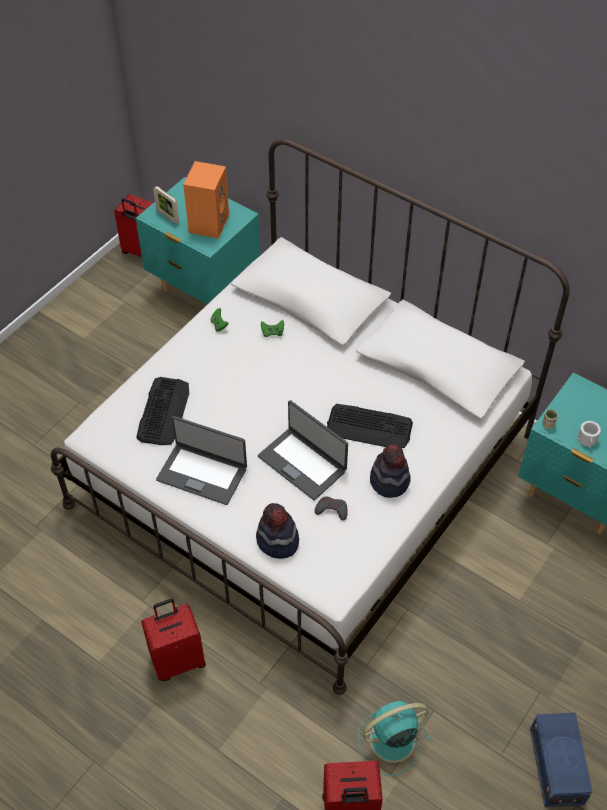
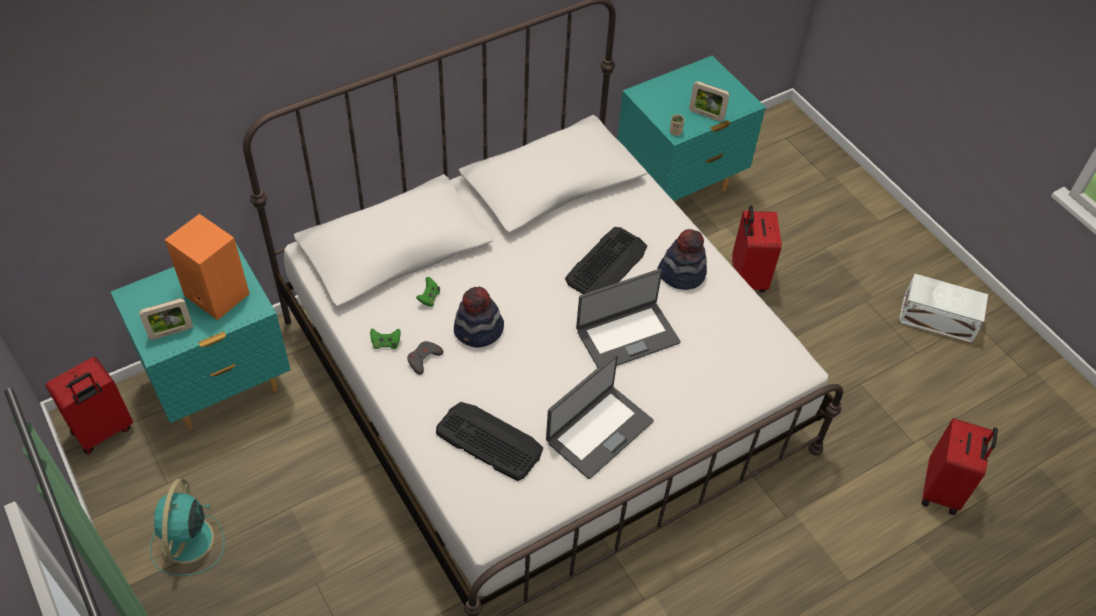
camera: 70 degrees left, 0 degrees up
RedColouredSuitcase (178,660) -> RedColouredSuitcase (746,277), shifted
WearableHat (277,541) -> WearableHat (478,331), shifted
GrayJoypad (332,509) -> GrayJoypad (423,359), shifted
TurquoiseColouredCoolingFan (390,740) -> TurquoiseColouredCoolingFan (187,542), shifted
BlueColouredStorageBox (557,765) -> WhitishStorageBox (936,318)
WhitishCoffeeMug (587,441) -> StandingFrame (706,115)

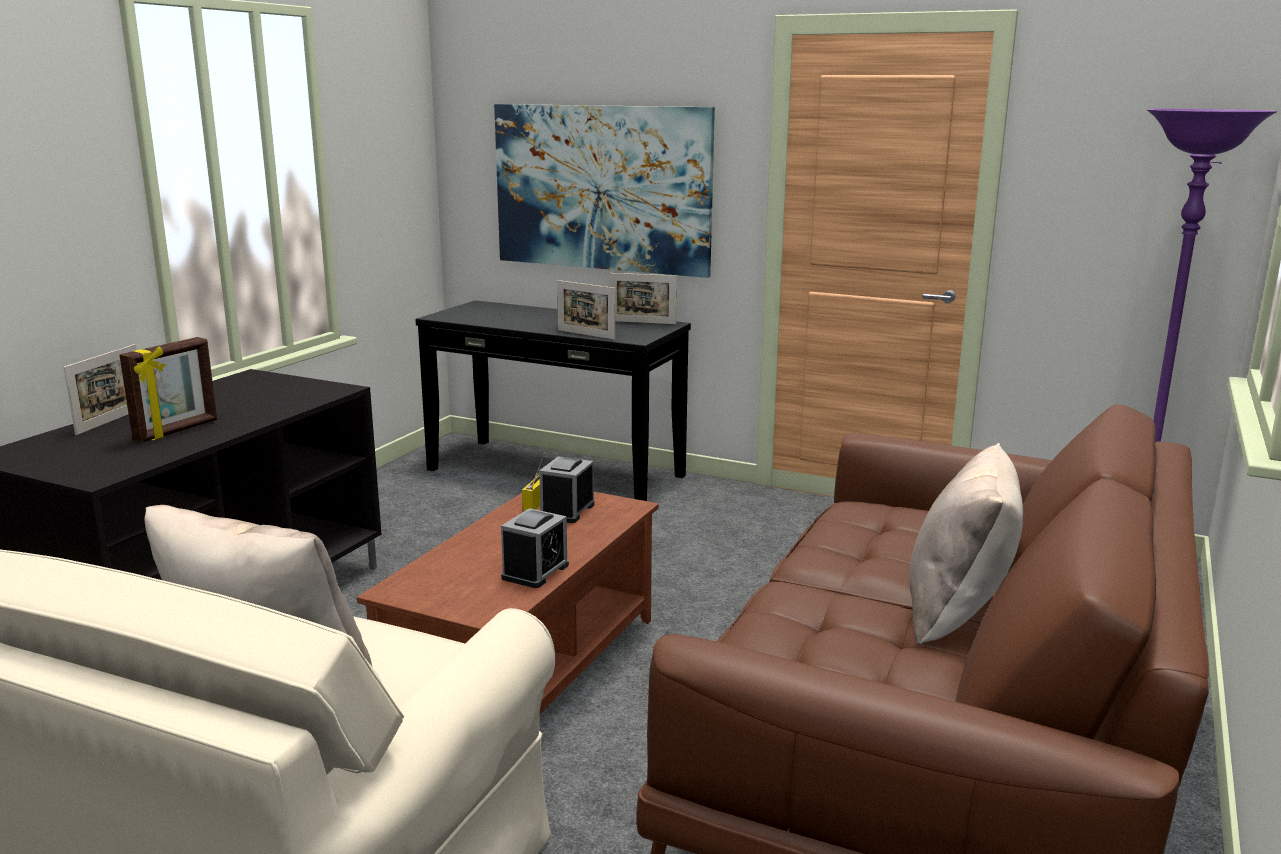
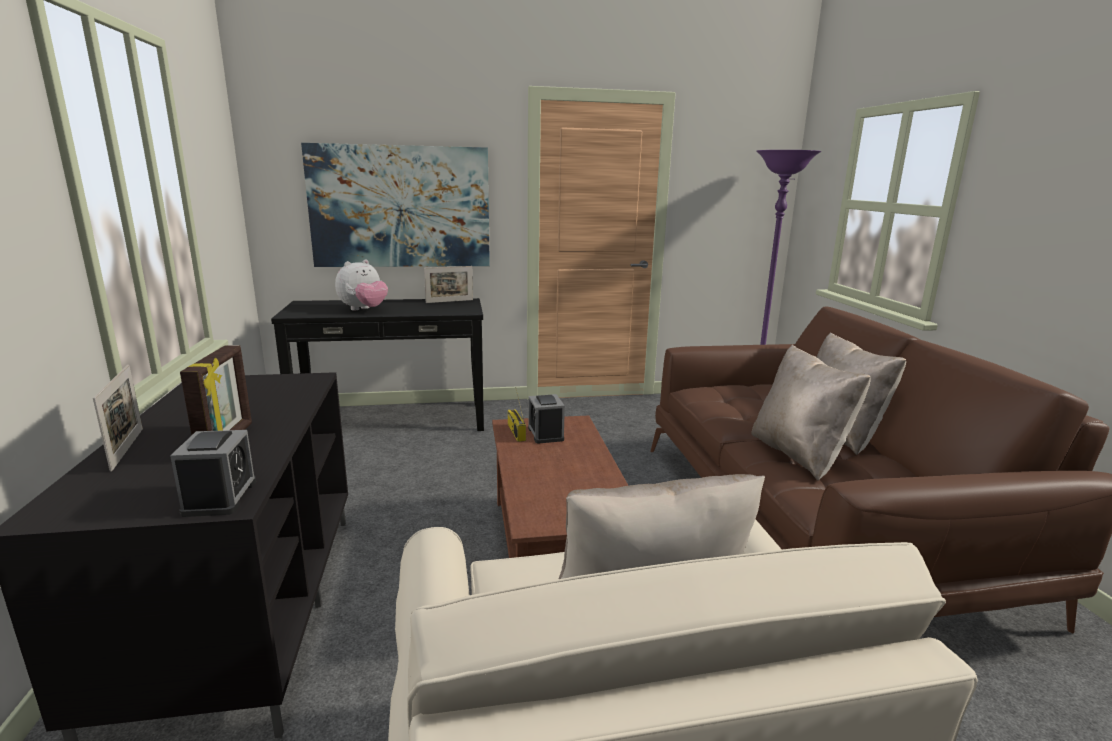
camera: 35 degrees left, 0 degrees up
TableClock (535,571) -> TableClock (220,497), shifted
StandingFrame (585,334) -> none
none -> PlushToy (364,310)
none -> SandColouredCushion (799,454)

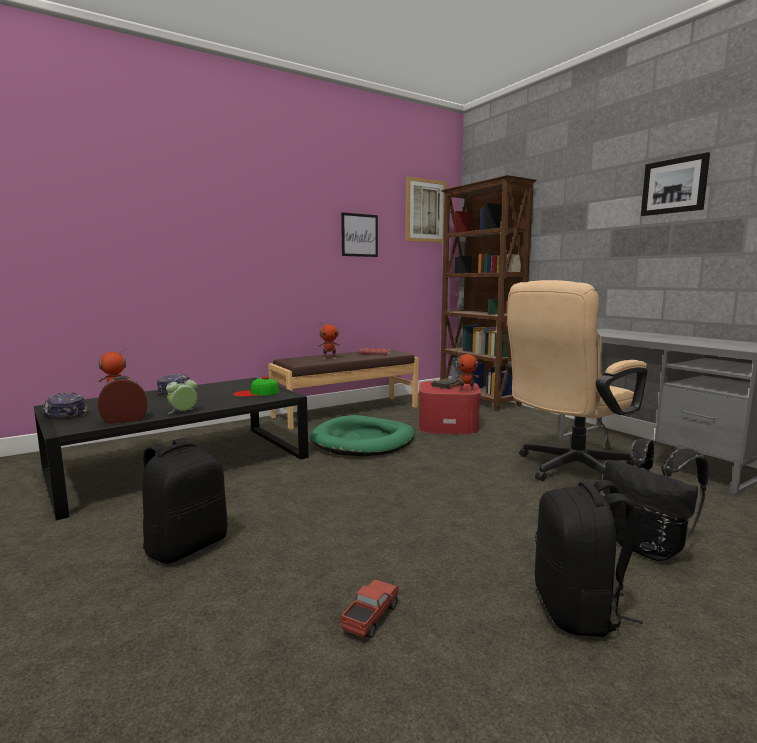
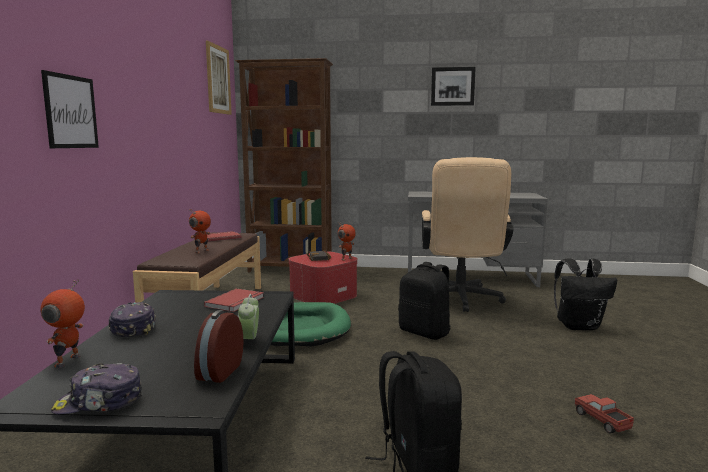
camera: 50 degrees left, 0 degrees up
Cap (256,393) -> RedColouredVolume (236,302)
WallPicture (359,235) -> WallPicture (71,112), shifted
BlackColouredRucksack (578,610) -> BlackColouredRucksack (425,332), shifted

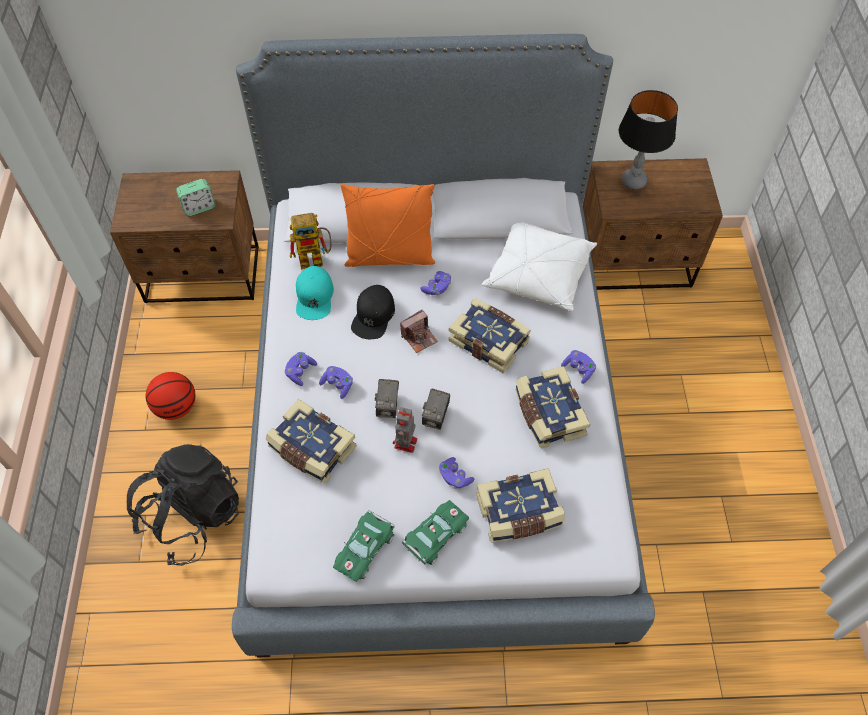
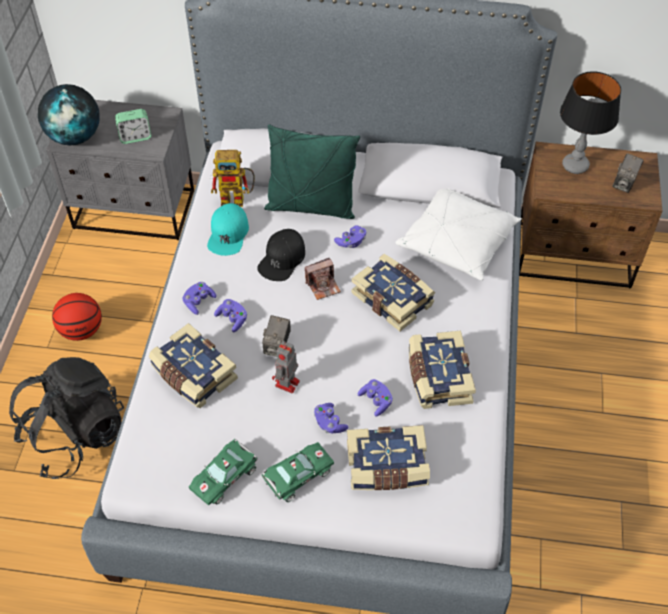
camera: 10 degrees right, 5 degrees down
BrownColouredNightstand (203,275) -> GrayNightstand (134,210)
OrangeyCushion (390,257) -> GreenishCushion (311,206)
StillCamera (435,417) -> StillCamera (624,183), shifted
PurpleColouredJoypad (578,369) -> PurpleColouredJoypad (376,401), shifted
none -> WorldGlobe (75,137)

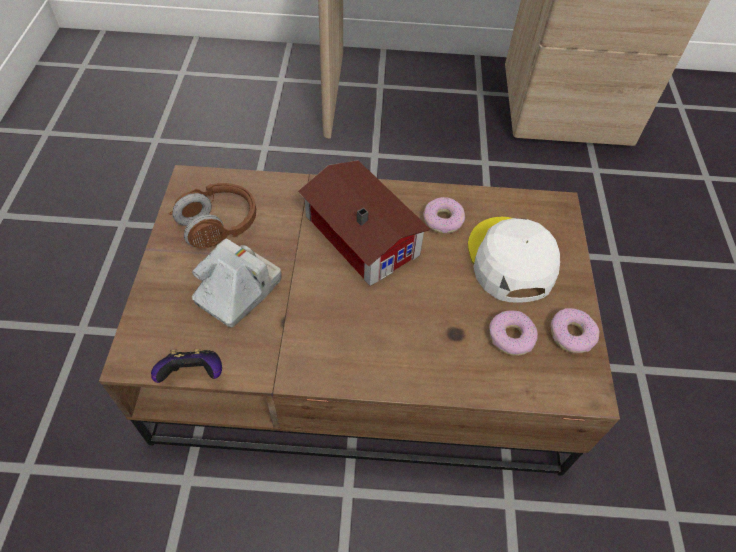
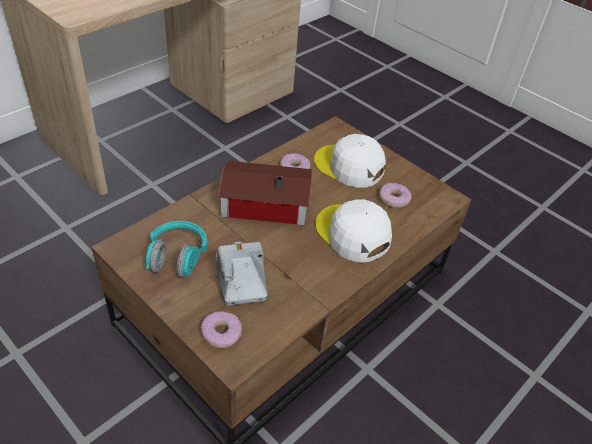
camera: 50 degrees left, 10 degrees down
Joypad (193,374) -> none
BrownColouredPairOfHeadphones (218,226) -> TurquoiseColouredPairOfHeadphones (177,258)
RingDoughnut (571,334) -> RingDoughnut (221,333), shifted
none -> WhitishCap (352,234)

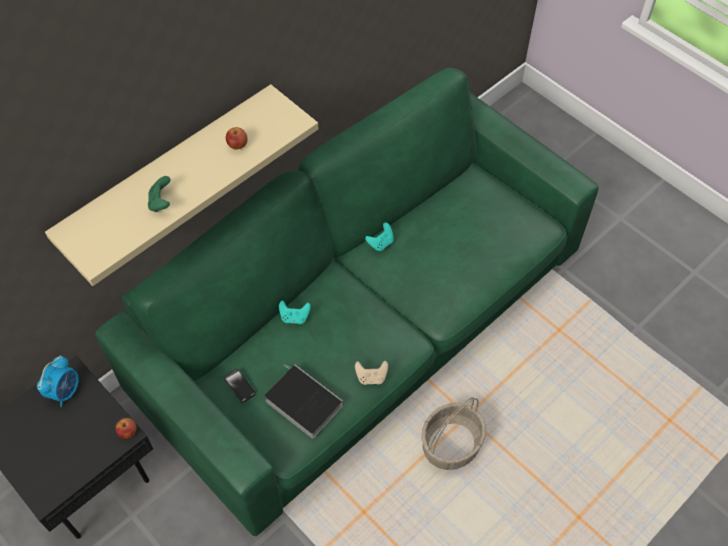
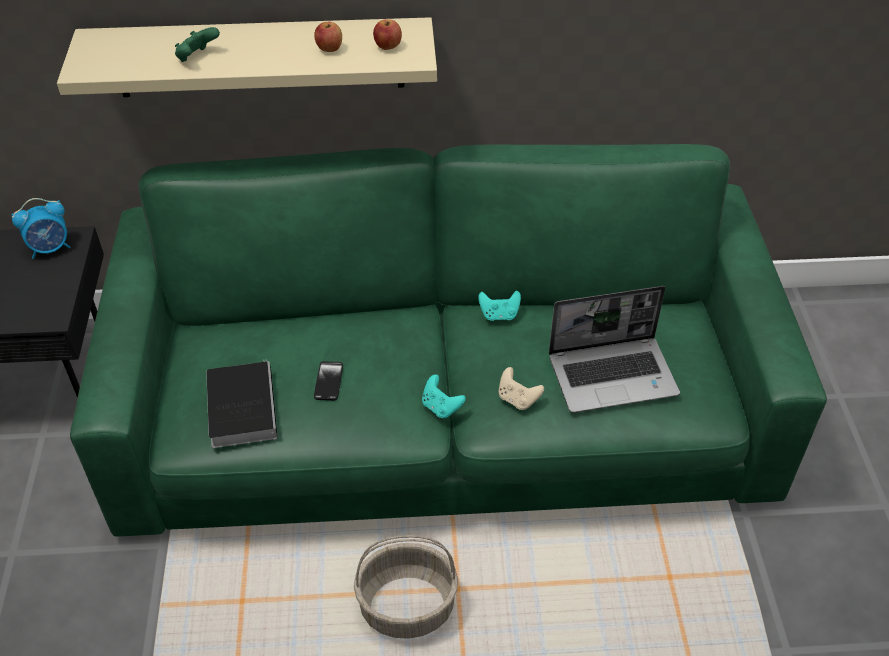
camera: 40 degrees right, 10 degrees down
WholeApple (128,432) -> WholeApple (388,47), shifted
Handset (239,386) -> Handset (328,381), shifted
TurquoiseColouredJoypad (294,317) -> TurquoiseColouredJoypad (441,407), shifted
SandColouredJoypad (371,377) -> SandColouredJoypad (517,399), shifted
none -> PortableComputer (613,375)

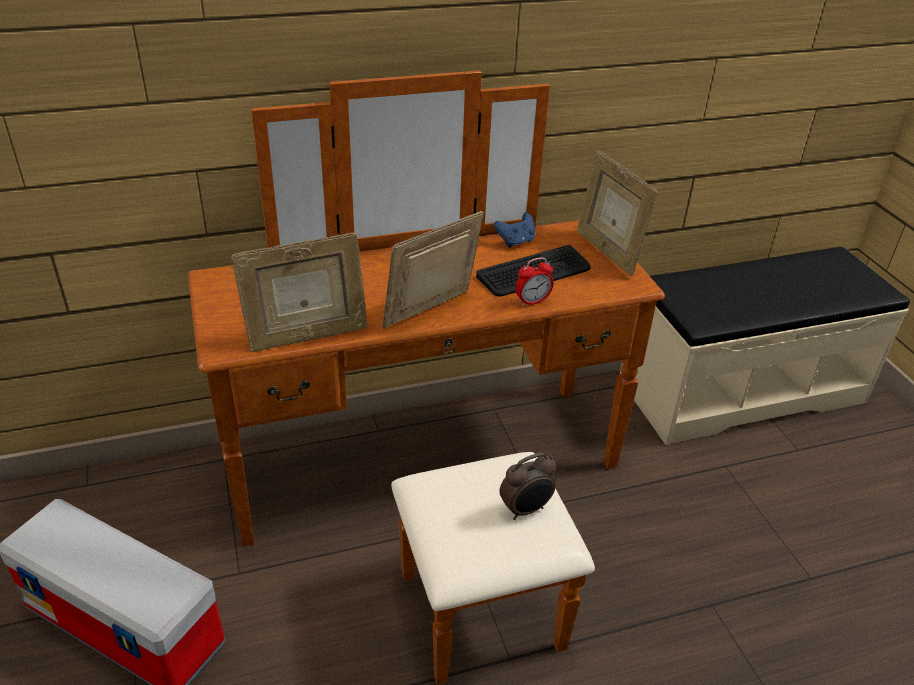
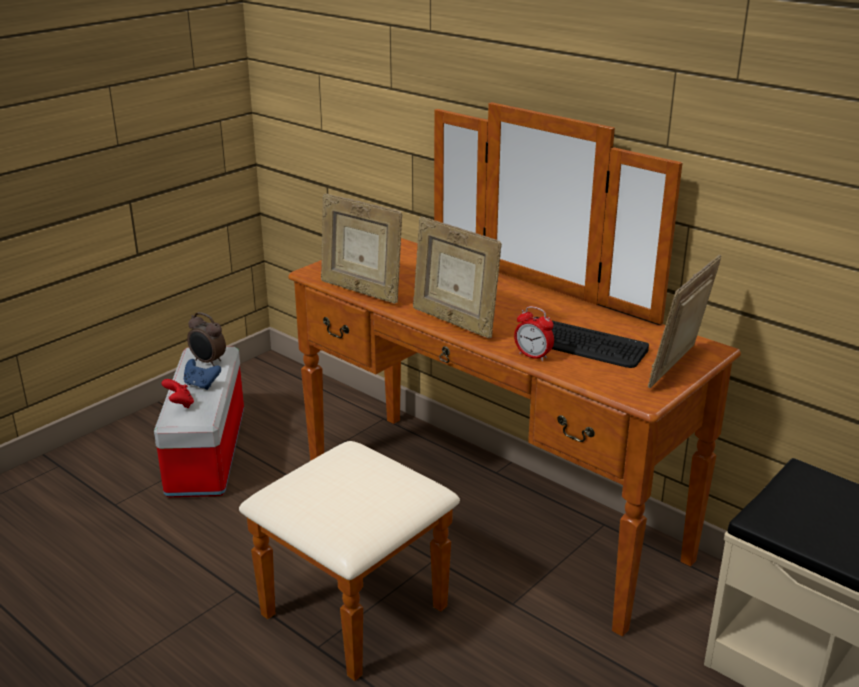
camera: 60 degrees right, 10 degrees down
StandingFrame (431,313) -> StandingFrame (454,322), 150 degrees counterclockwise
BlueColouredJoypad (515,241) -> BlueColouredJoypad (201,385), shifted
TableClock (526,510) -> TableClock (208,362), shifted
none -> RedColouredJoypad (180,404)

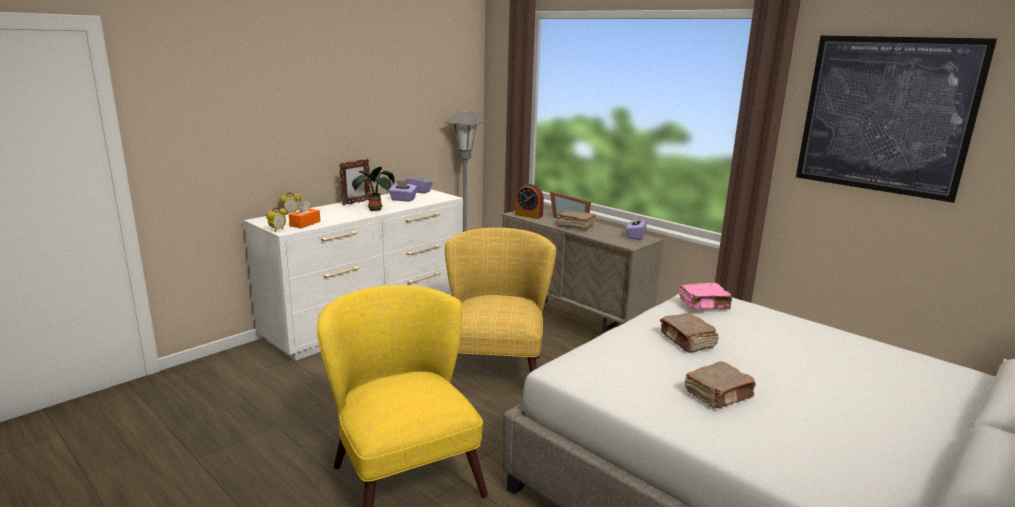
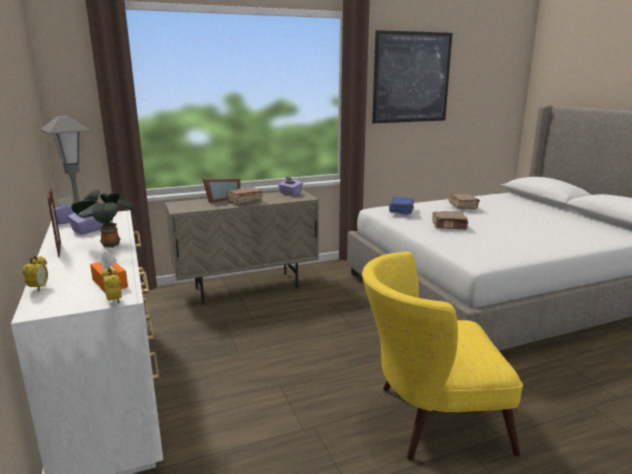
camera: 65 degrees left, 0 degrees up
YellowishLoungeChair (496,368) -> none
TableClock (529,215) -> none
PinkVolume (704,305) -> BlueColouredVolume (401,211)
BrownColouredVolume (719,395) -> BrownColouredVolume (462,206), shifted

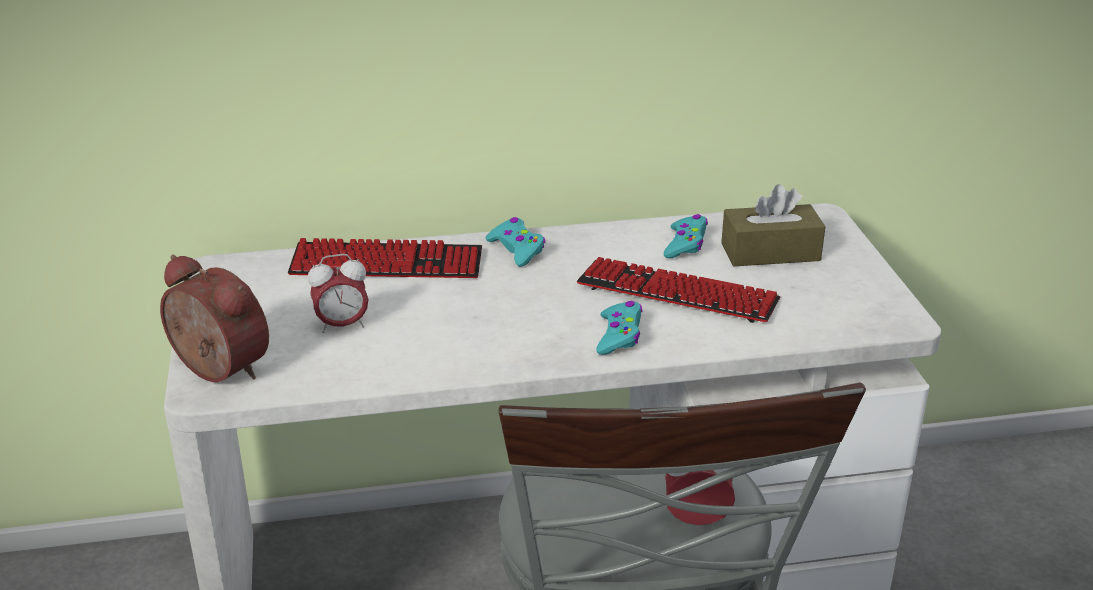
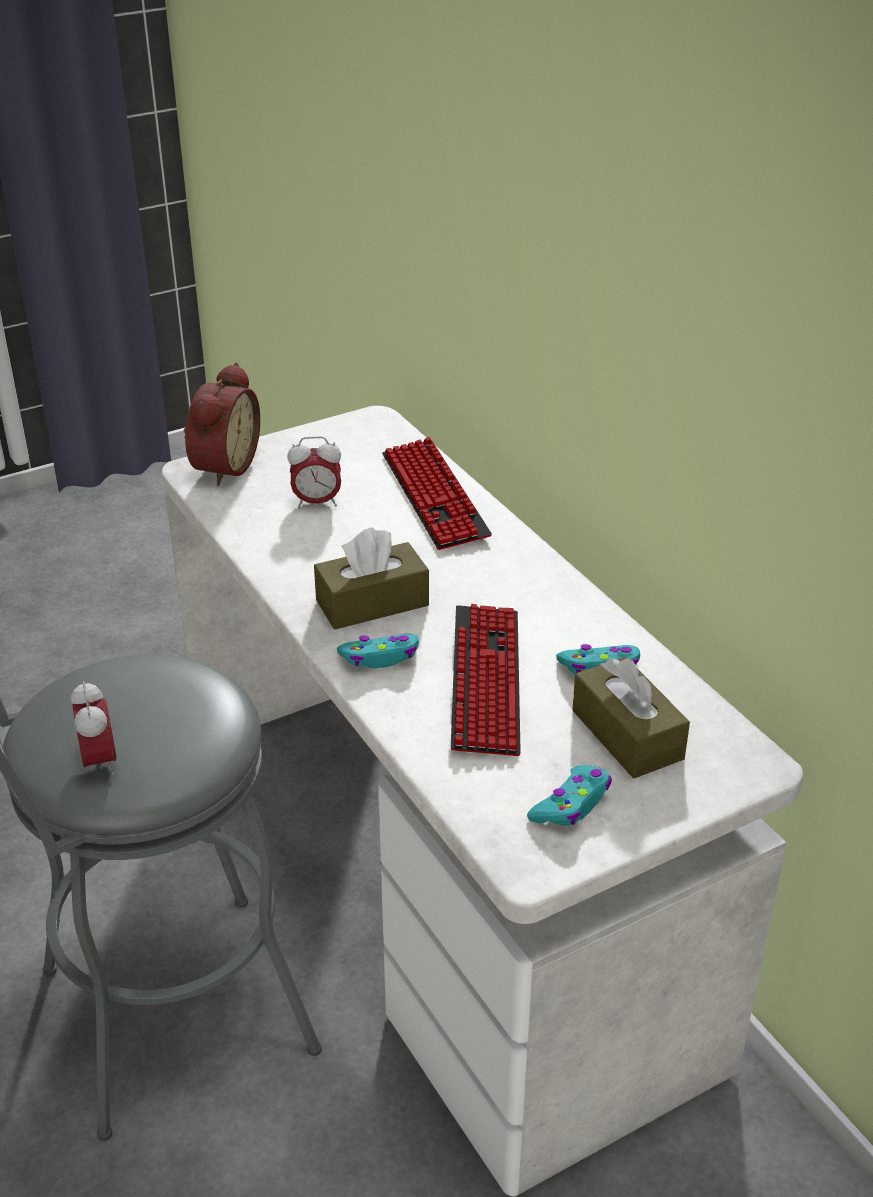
camera: 70 degrees right, 5 degrees up
TableClock (342,325) -> TableClock (317,502), 60 degrees counterclockwise
TurquoiseColouredJoypad (517,249) -> TurquoiseColouredJoypad (571,804), shifted
none -> BrownColouredTissueBox (372,603)

